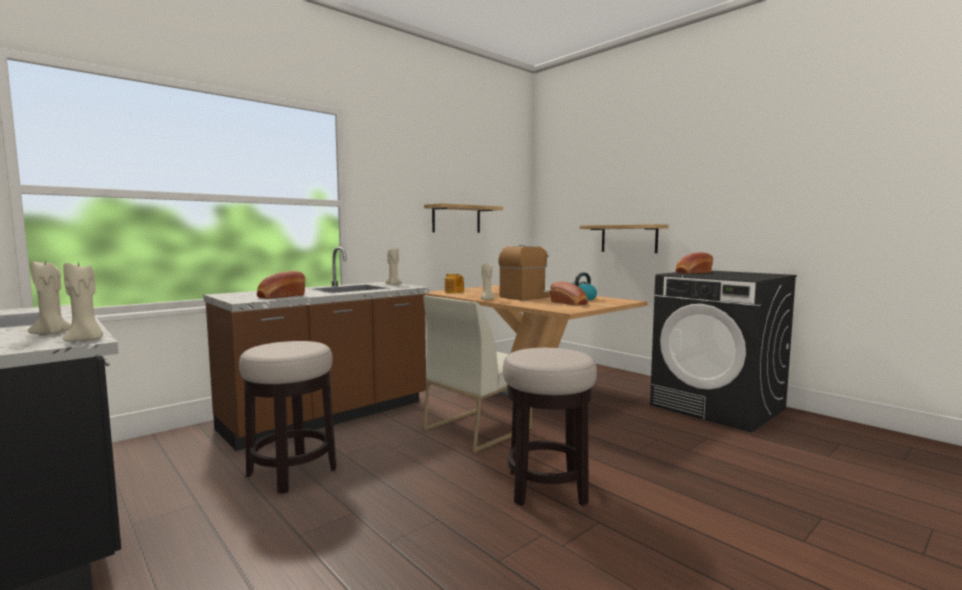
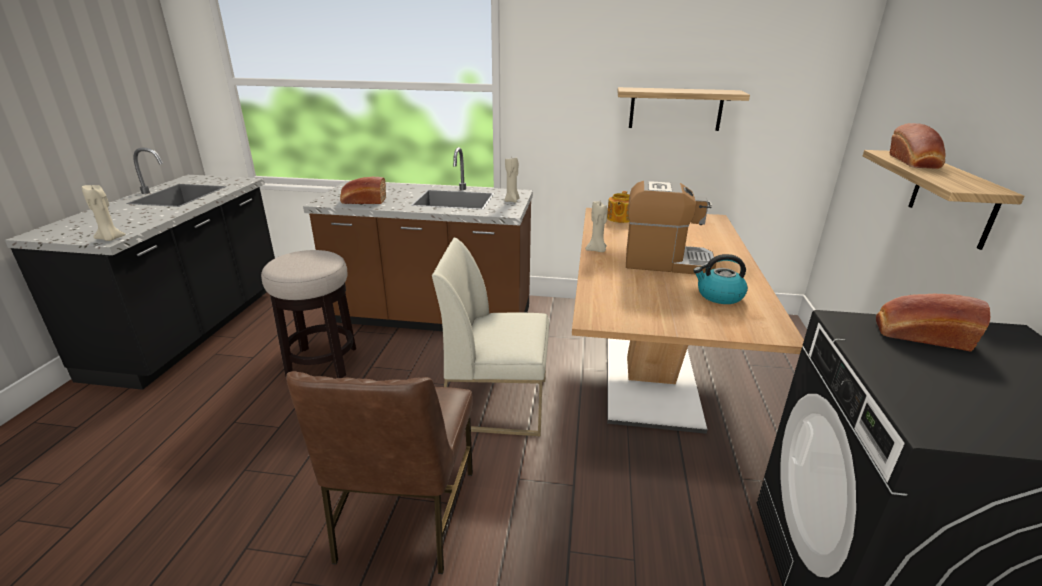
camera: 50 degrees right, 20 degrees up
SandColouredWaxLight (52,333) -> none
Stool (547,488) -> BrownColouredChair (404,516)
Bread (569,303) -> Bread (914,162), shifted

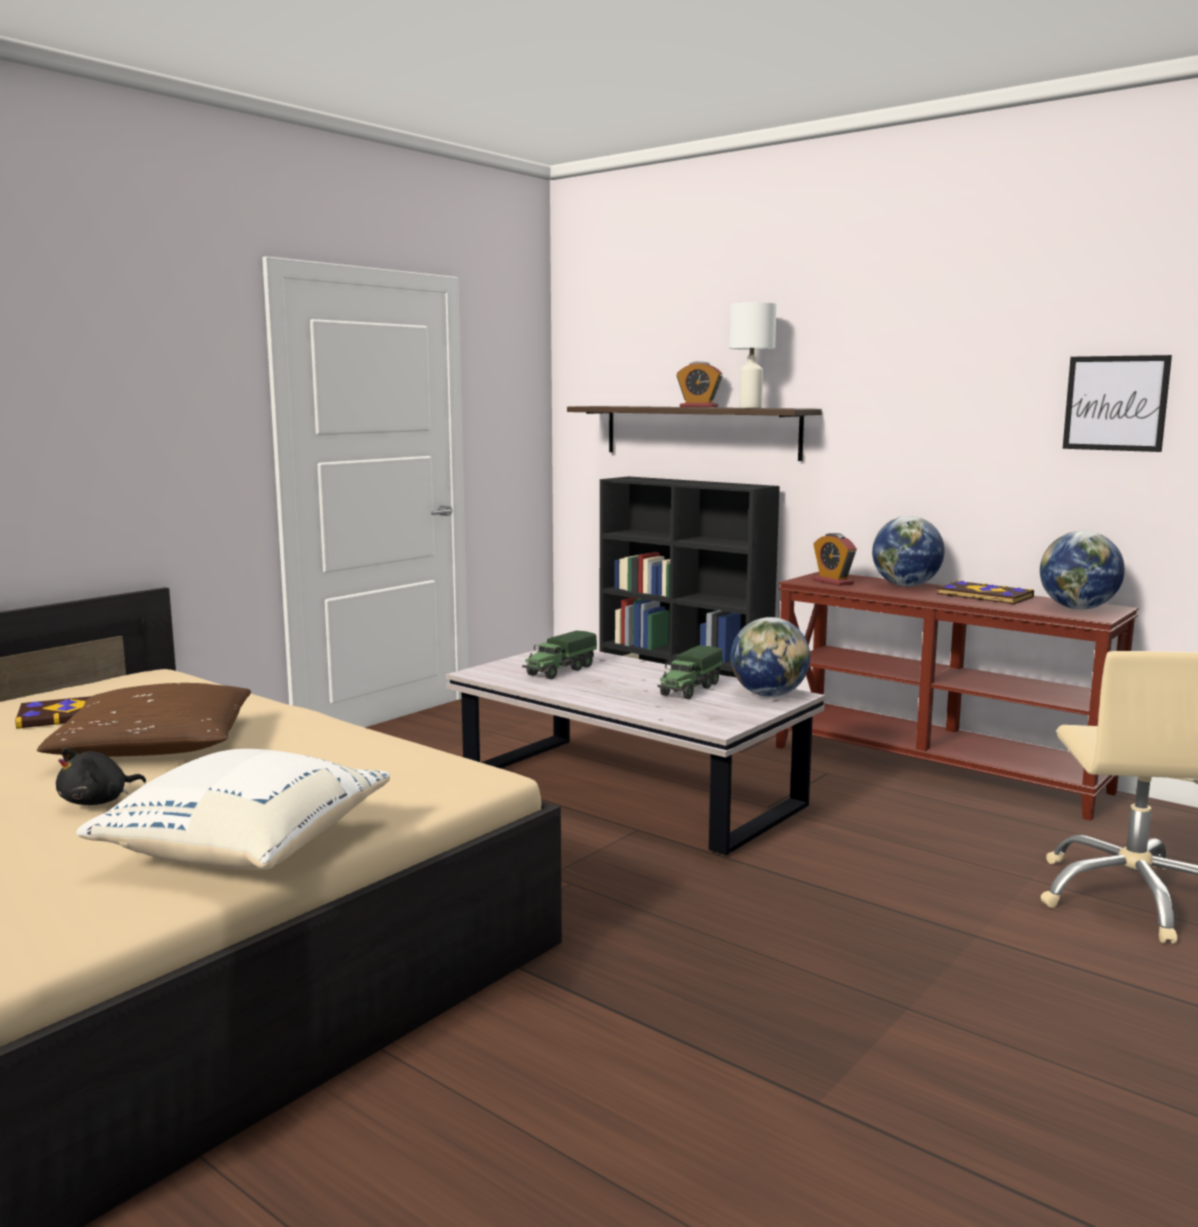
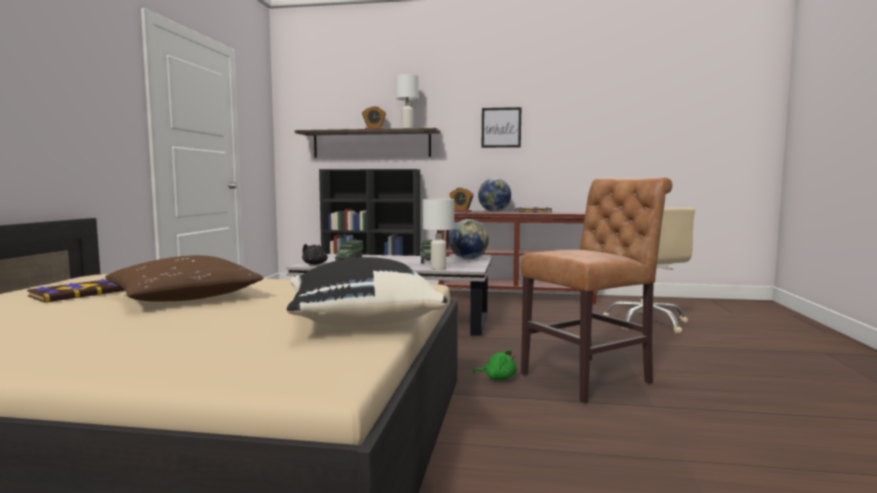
camera: 30 degrees left, 5 degrees down
BlackColouredPlushToy (98,801) -> BlackColouredPlushToy (315,264), shifted
WhitishCushion (244,849) -> BlackColouredCushion (361,321)
WorldGlobe (1077,608) -> none
WallPicture (1115,403) -> WallPicture (501,127), shifted
none -> WhitishTableLamp (438,268)
none -> GreenishPlushToy (498,378)
none -> BrownColouredChair (591,377)

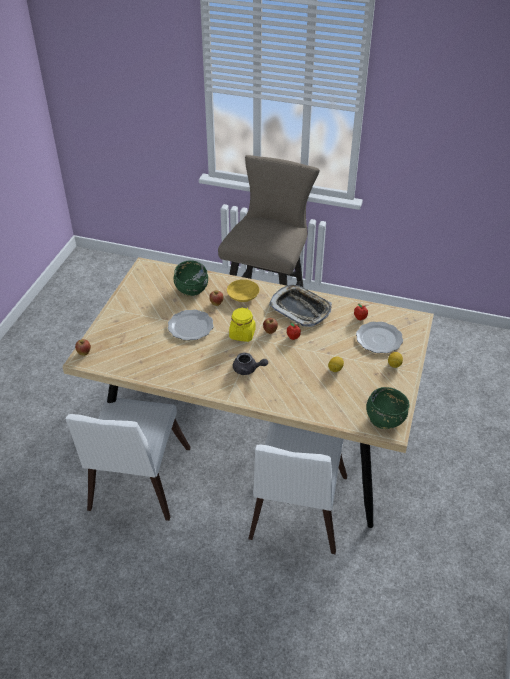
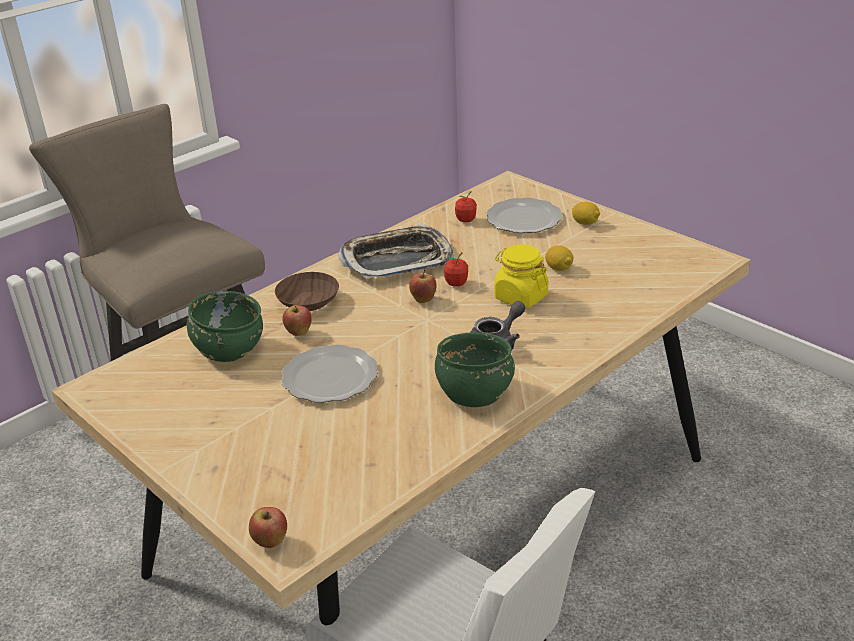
camera: 60 degrees left, 10 degrees down
YellowishServingBowl (243,296) -> BrownColouredServingBowl (308,301)
YellowishStorageJar (242,334) -> YellowishStorageJar (520,297), shifted
WhitishChair (296,513) -> none
GreenishServingBowl (385,419) -> GreenishServingBowl (475,393), shifted

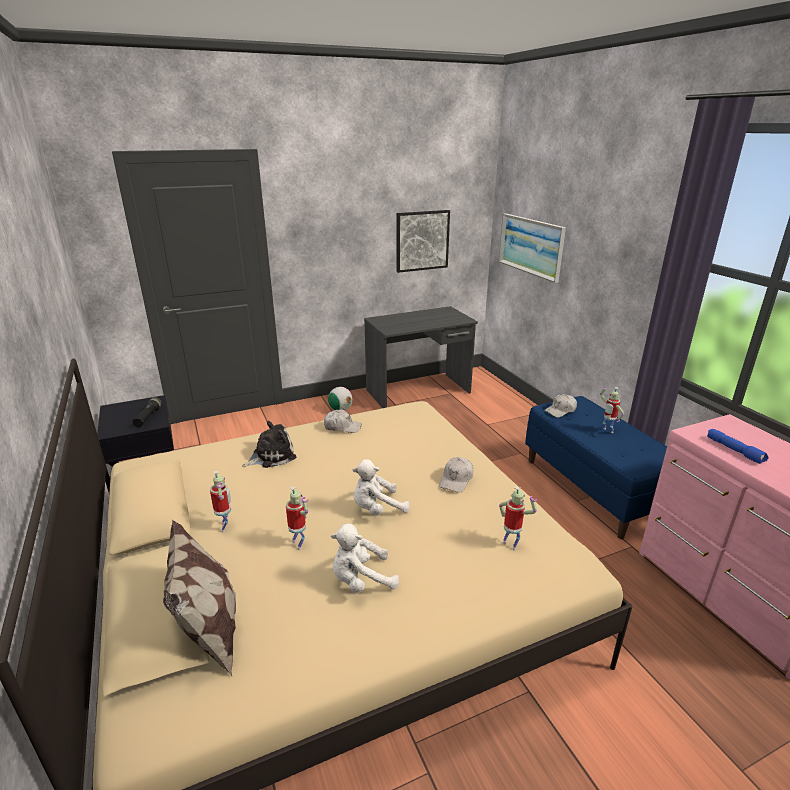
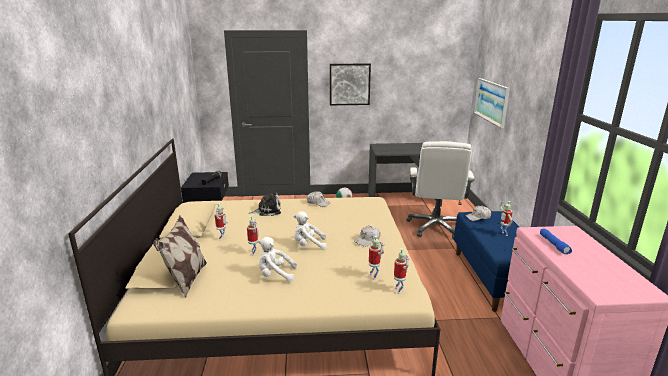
camera: 20 degrees right, 5 degrees down
WallPicture (422,240) -> WallPicture (349,84), shifted
none -> ToyRobot (399,290)
none -> WhitishComputerChair (435,227)

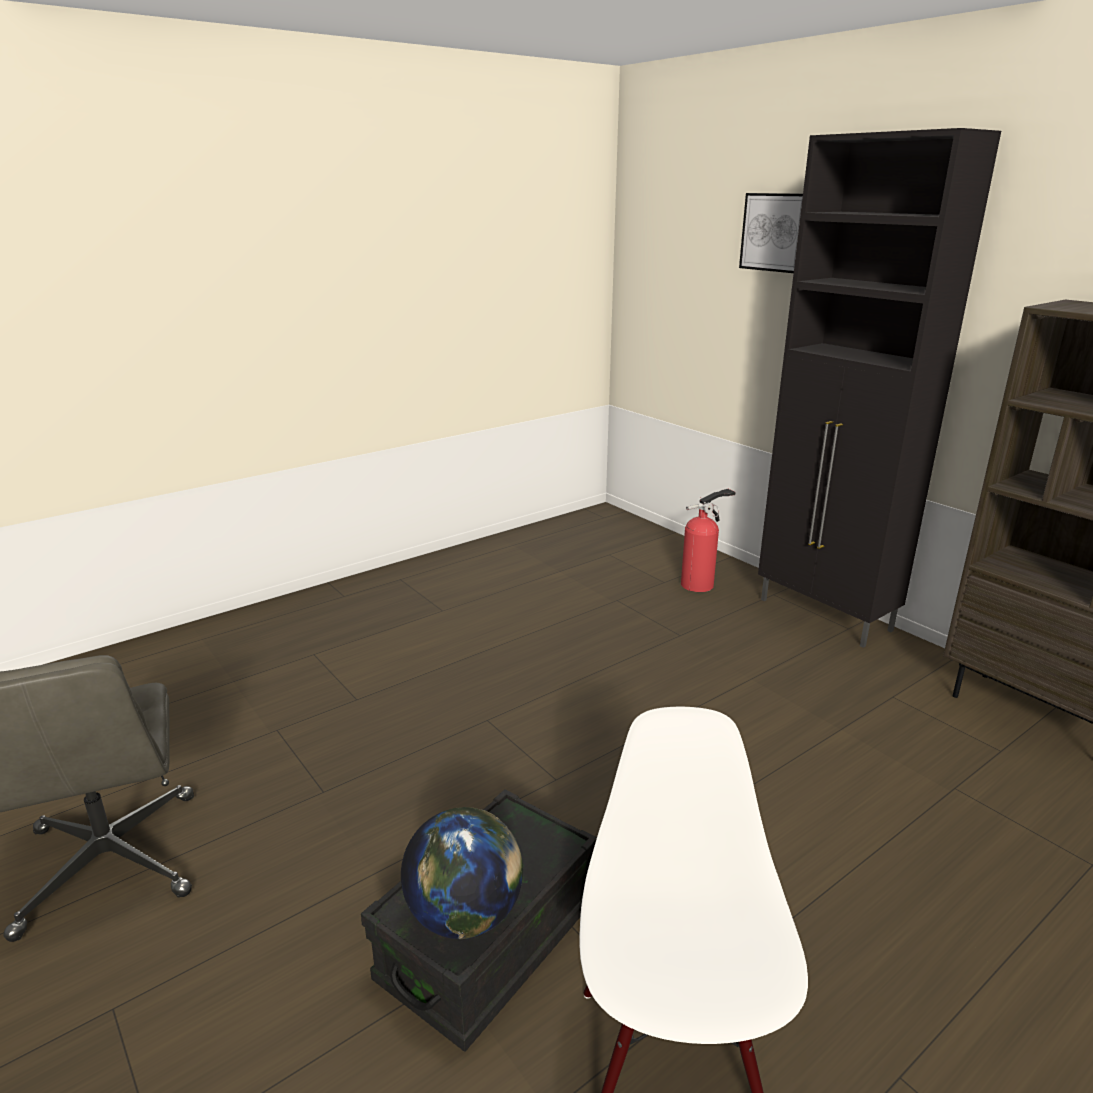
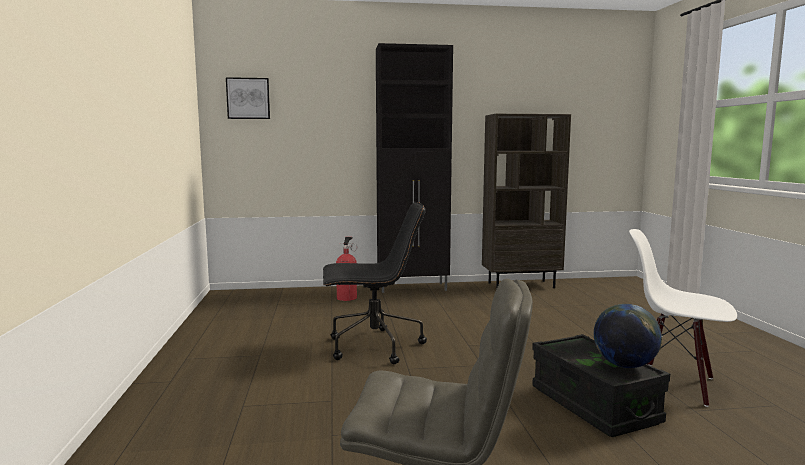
camera: 60 degrees left, 15 degrees down
WallPicture (775,232) -> WallPicture (248,98), shifted
none -> BlackColouredComputerChair (373,347)

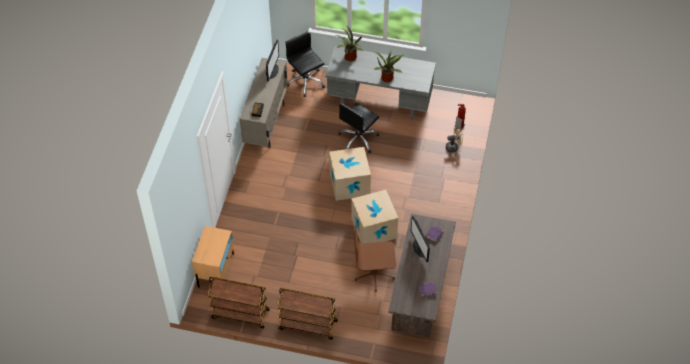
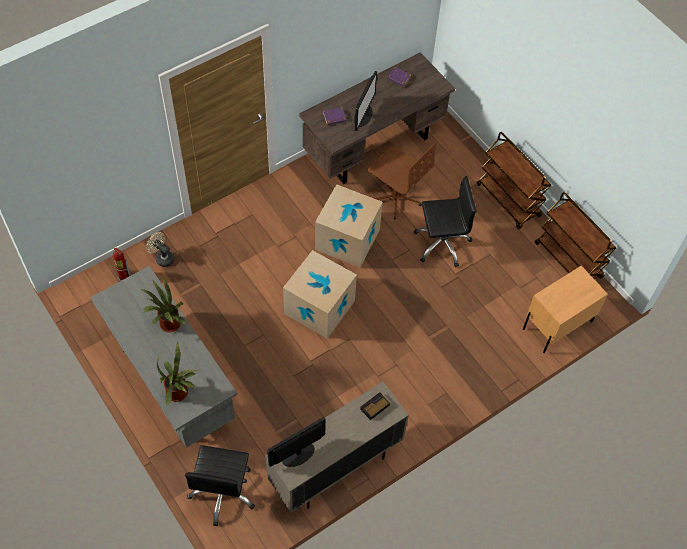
camera: 140 degrees left, 5 degrees up
BlackColouredComputerChair (358,139) -> BlackColouredComputerChair (442,243), shifted

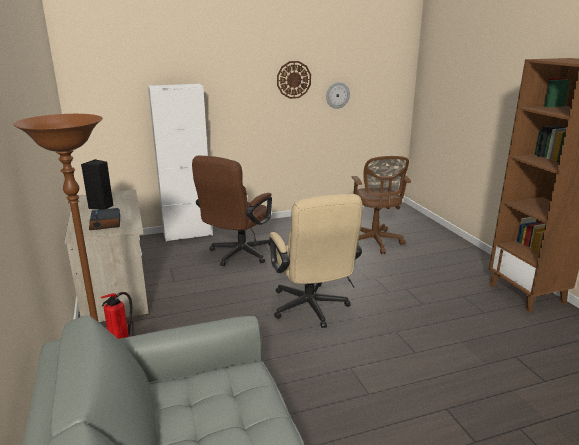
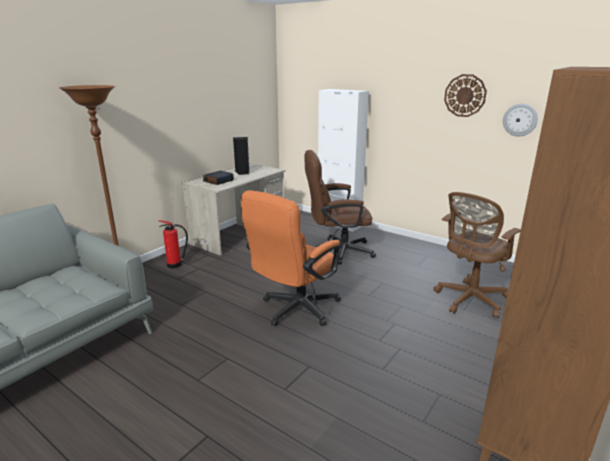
camera: 55 degrees right, 0 degrees up
SandColouredComputerChair (311,310) -> OrangeyComputerChair (295,310)

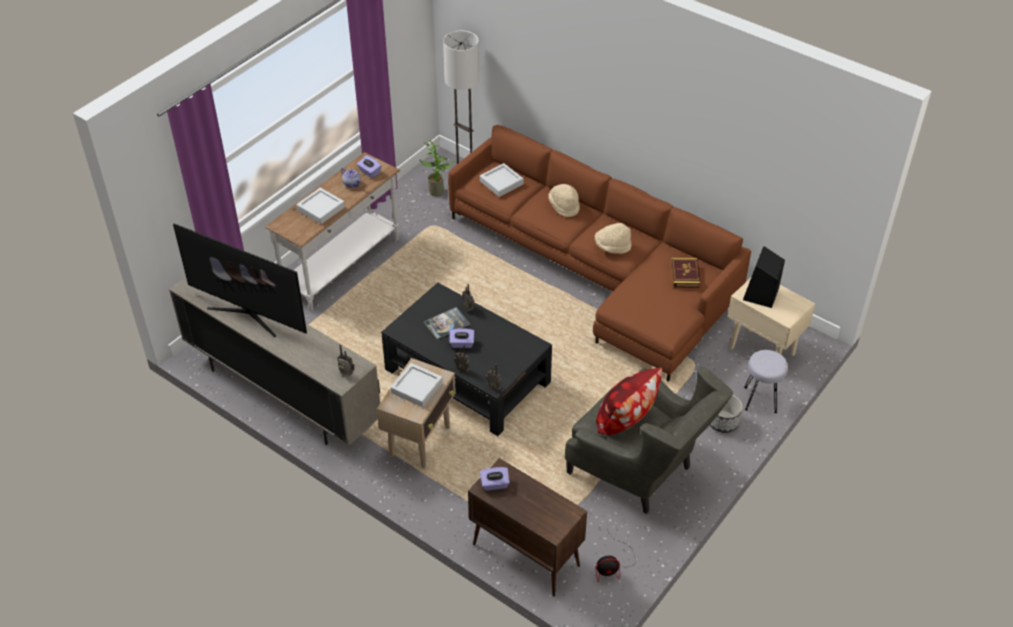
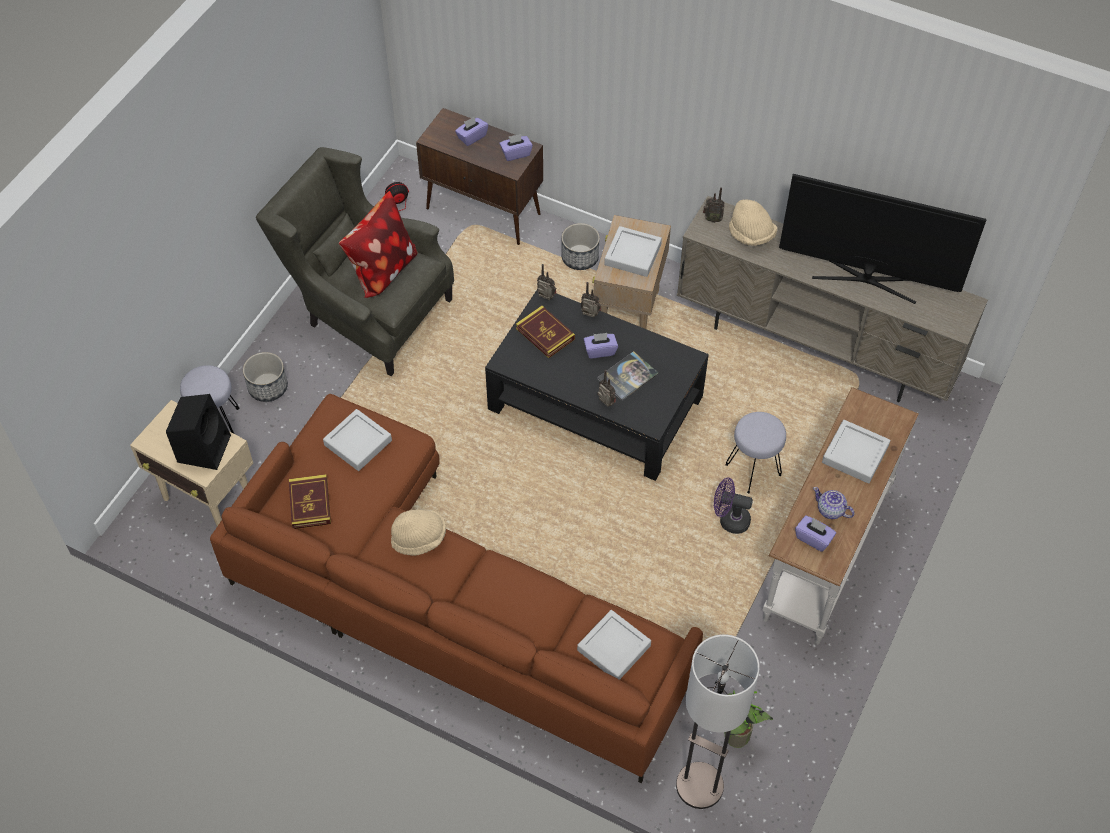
camera: 170 degrees right, 10 degrees up
SandColouredWearableHat (564,206) -> SandColouredWearableHat (751,235), shifted
none -> GrayCarryingTray (358,443)
none -> PurpleColouredTissueBox (472,137)
none -> Volume (545,334)
none -> FlowerPot (580,257)
none -> PurpleColouredCoolingFan (729,520)
none -> GrayStool (753,471)

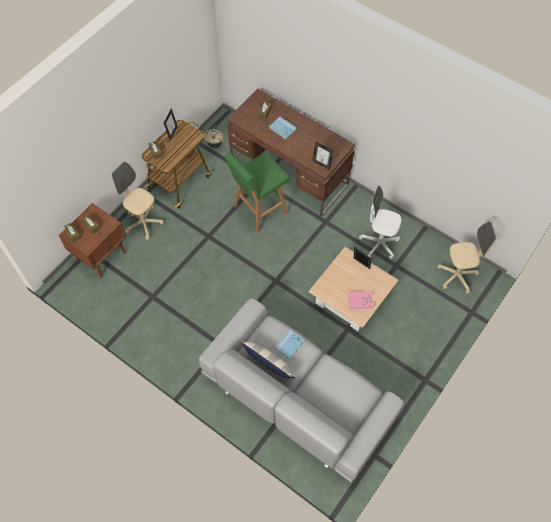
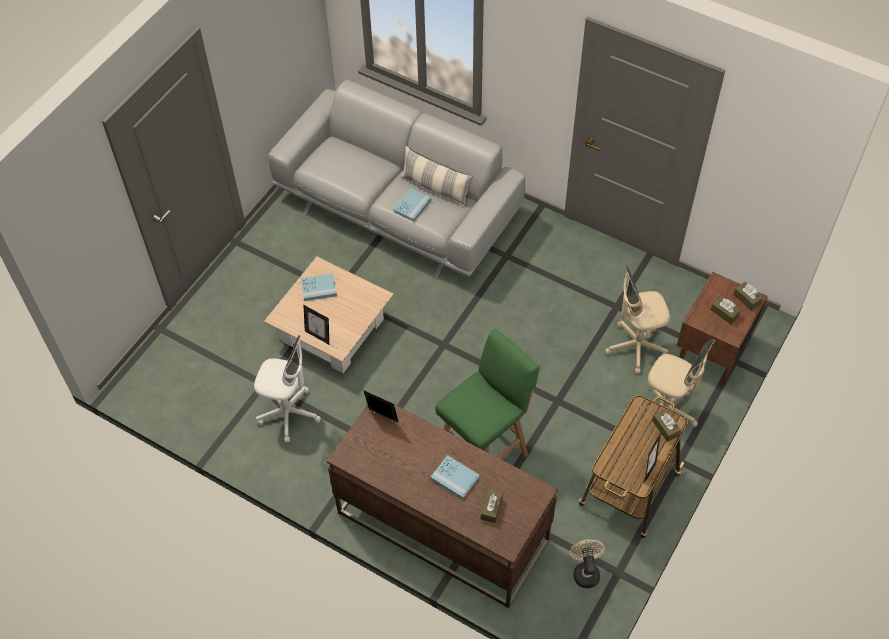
camera: 175 degrees right, 5 degrees down
PinkVolume (360,300) -> BlueColouredVolume (319,288)
SandColouredComputerChair (457,276) -> SandColouredComputerChair (636,347), shifted

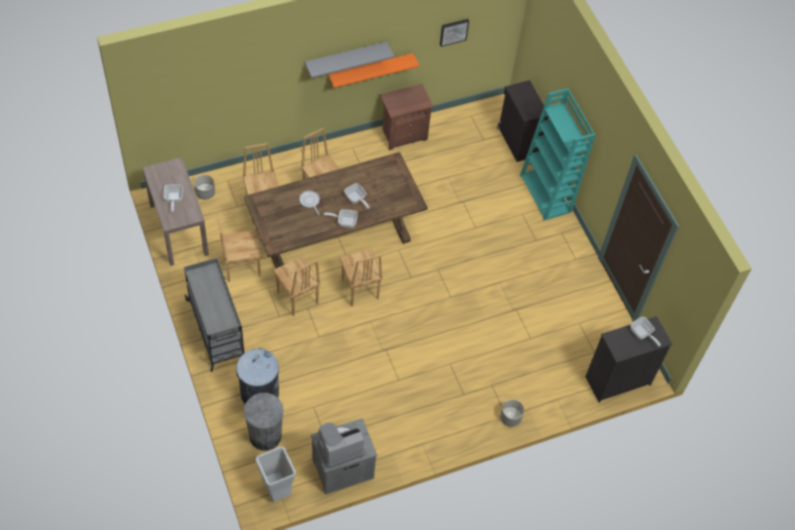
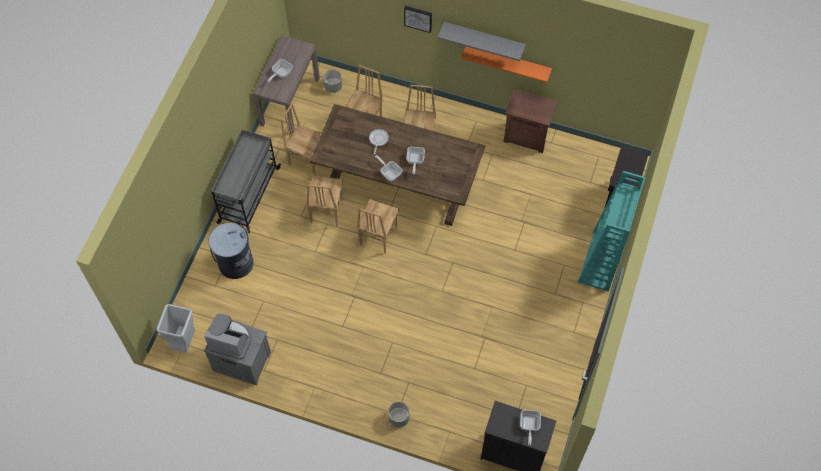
camera: 45 degrees right, 5 degrees up
GrayTrashCan (265,436) -> none
WallPicture (453,31) -> WallPicture (418,18), shifted

